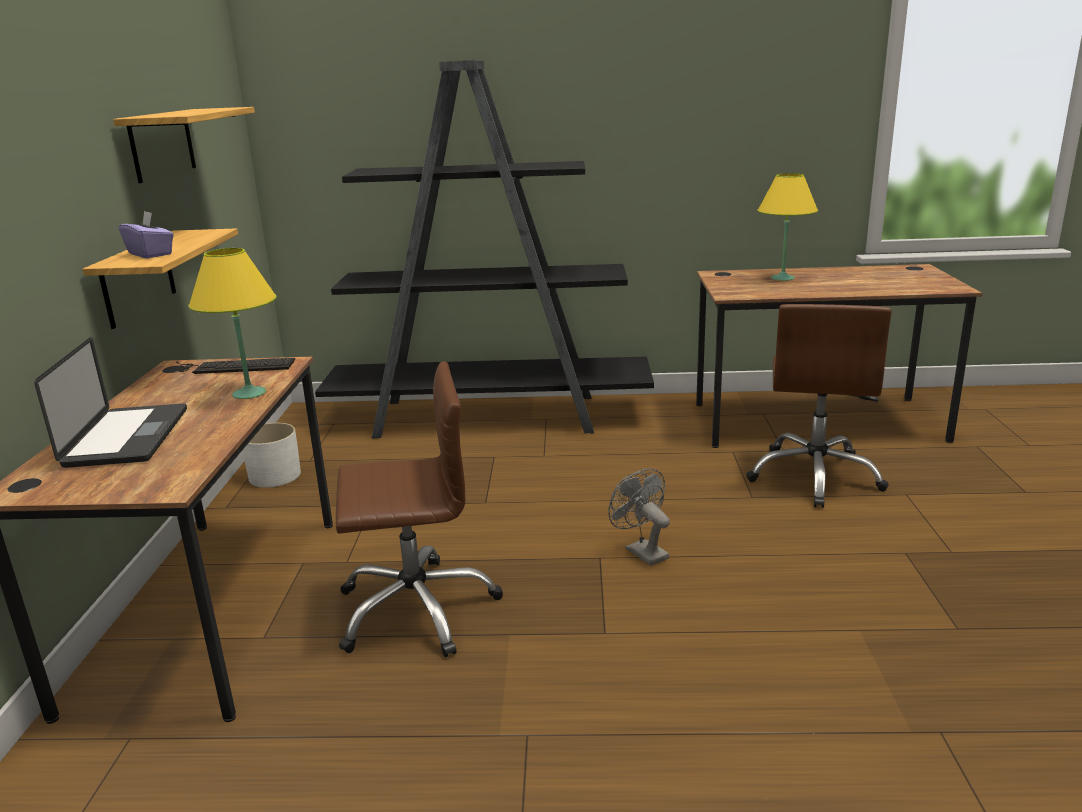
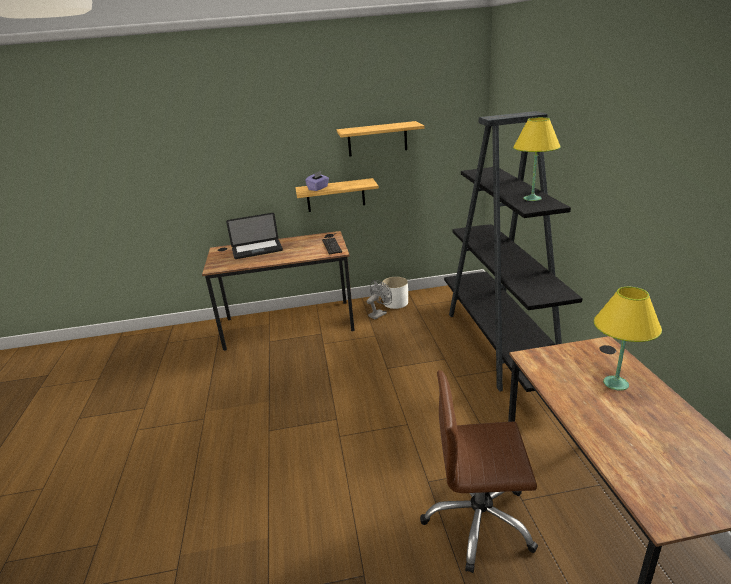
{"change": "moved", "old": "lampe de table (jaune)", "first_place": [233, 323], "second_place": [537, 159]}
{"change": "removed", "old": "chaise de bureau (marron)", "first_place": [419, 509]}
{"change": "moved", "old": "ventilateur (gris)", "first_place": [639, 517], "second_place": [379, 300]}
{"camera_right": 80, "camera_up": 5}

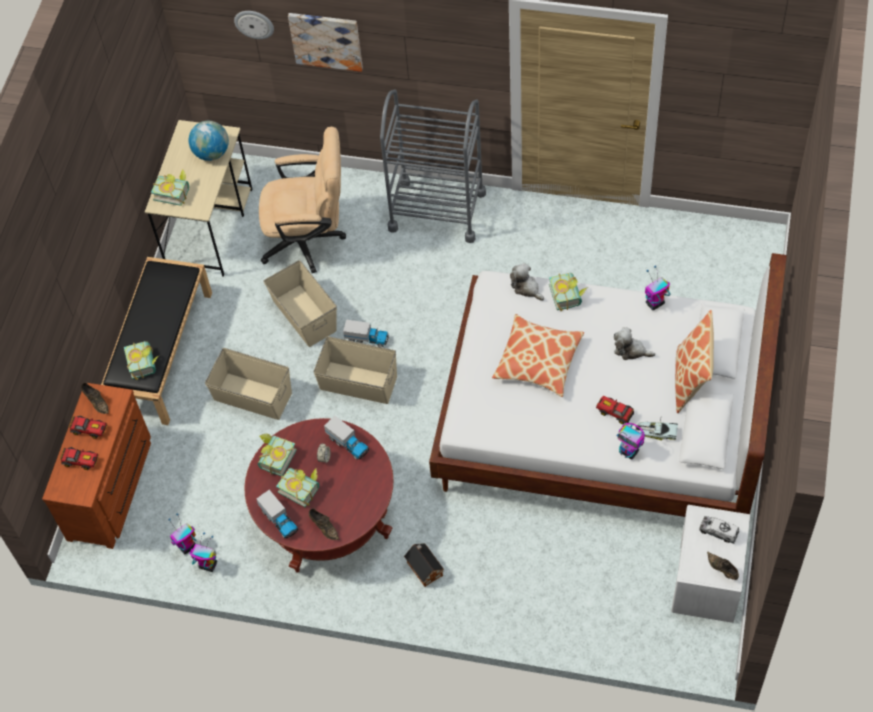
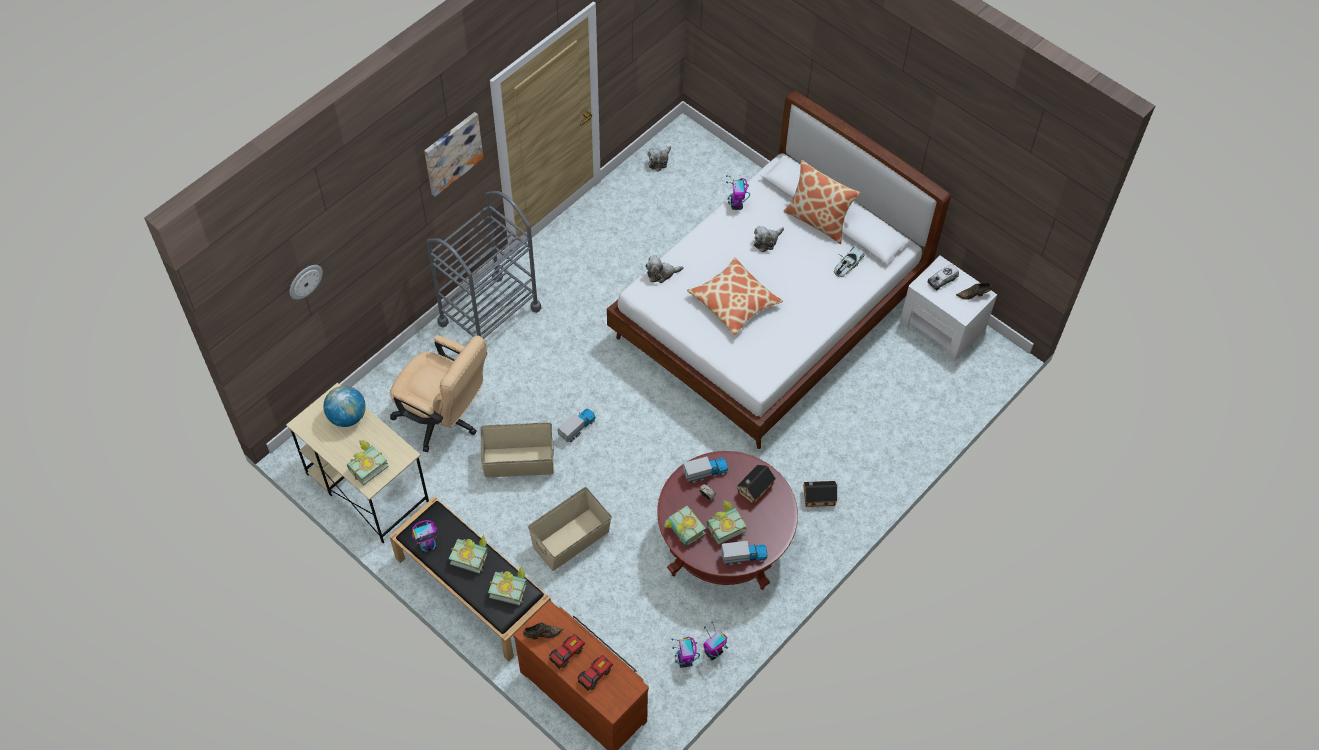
{"change": "moved", "old": "tableau", "first_place": [325, 42], "second_place": [453, 154]}
{"change": "turned", "old": "chaise de bureau (beige)", "first_place": [302, 199], "second_place": [438, 393], "degrees": 90}
{"change": "moved", "old": "livre", "first_place": [568, 292], "second_place": [468, 554]}
{"change": "removed", "old": "boîte de rangement (beige)", "first_place": [355, 370]}
{"change": "removed", "old": "petite voiture", "first_place": [615, 410]}
{"change": "moved", "old": "robot jouet", "first_place": [630, 441], "second_place": [424, 536]}
{"change": "removed", "old": "chaussure (marron)", "first_place": [324, 524]}
{"change": "added", "new": "peluche", "second_place": [659, 159]}
{"change": "added", "new": "maison miniature", "second_place": [756, 485]}
{"camera_right": -65, "camera_up": 0}

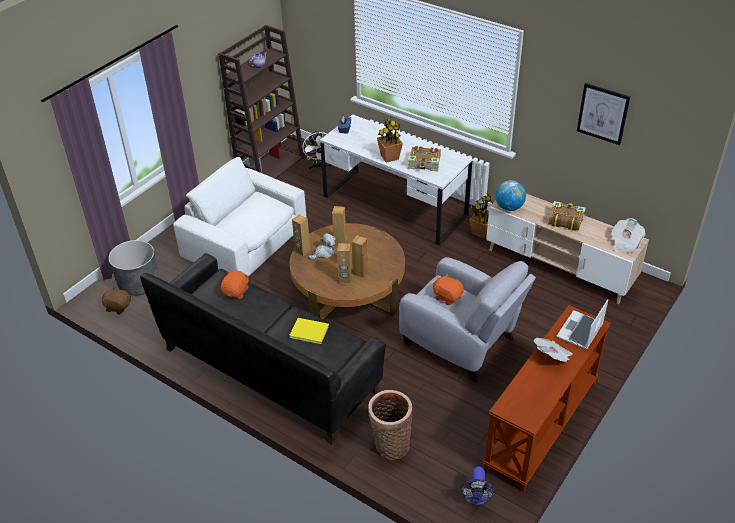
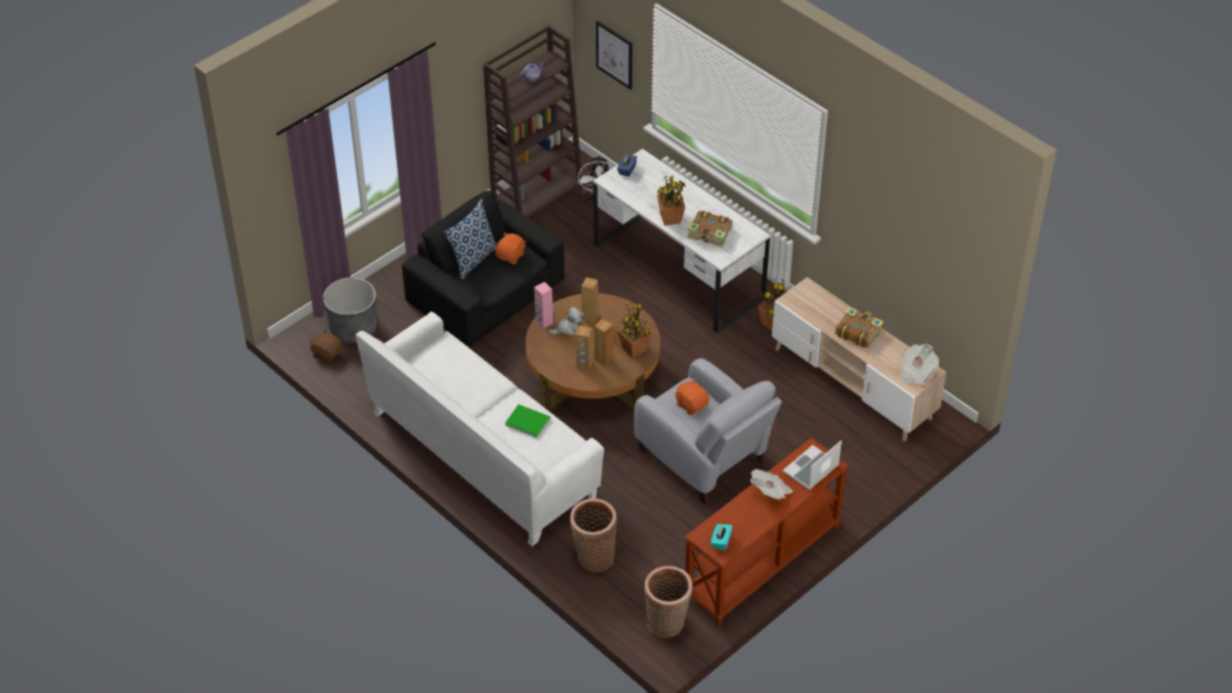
{"change": "moved", "old": "tableau", "first_place": [603, 114], "second_place": [614, 55]}
{"change": "recoloured", "old": "fauteuil (blanc)", "new": "fauteuil (noir)", "first_place": [240, 216], "second_place": [483, 268]}
{"change": "removed", "old": "globe", "first_place": [510, 195]}
{"change": "recoloured", "old": "enceinte (marron)", "new": "enceinte (rose)", "first_place": [301, 235], "second_place": [543, 305]}
{"change": "recoloured", "old": "canapé (noir)", "new": "canapé (blanc)", "first_place": [263, 349], "second_place": [480, 429]}
{"change": "moved", "old": "peluche (orange)", "first_place": [235, 284], "second_place": [510, 248]}
{"change": "recoloured", "old": "livre (jaune)", "new": "livre (vert)", "first_place": [309, 331], "second_place": [527, 421]}
{"change": "replaced", "old": "ventilateur", "new": "panier", "first_place": [477, 485], "second_place": [668, 602]}
{"change": "added", "new": "coussin", "second_place": [470, 239]}
{"change": "added", "new": "plante en pot", "second_place": [634, 330]}
{"change": "added", "new": "boîte à mouchoirs (turquoise)", "second_place": [722, 537]}
{"camera_right": 10, "camera_up": 5}

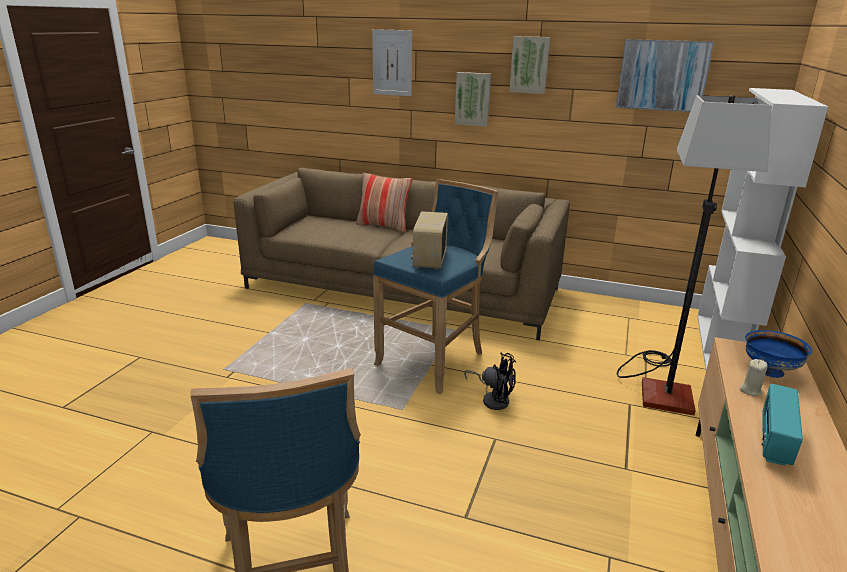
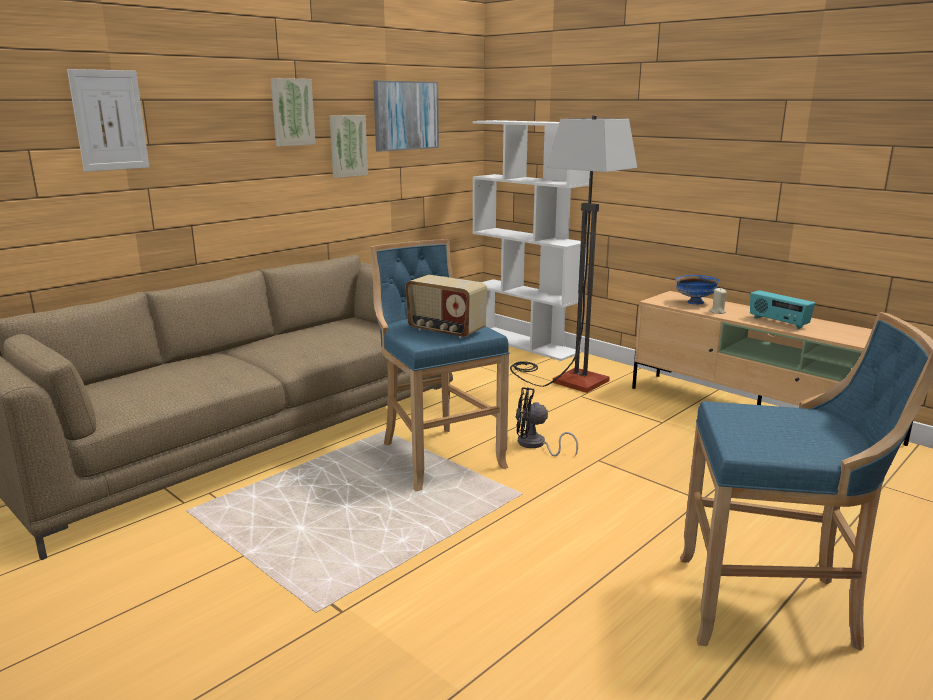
{"change": "moved", "old": "tableau", "first_place": [473, 99], "second_place": [349, 146]}
{"change": "removed", "old": "coussin", "first_place": [384, 202]}
{"change": "turned", "old": "ventilateur (noir)", "first_place": [490, 381], "second_place": [547, 421], "degrees": -135}
{"camera_right": -65, "camera_up": -5}

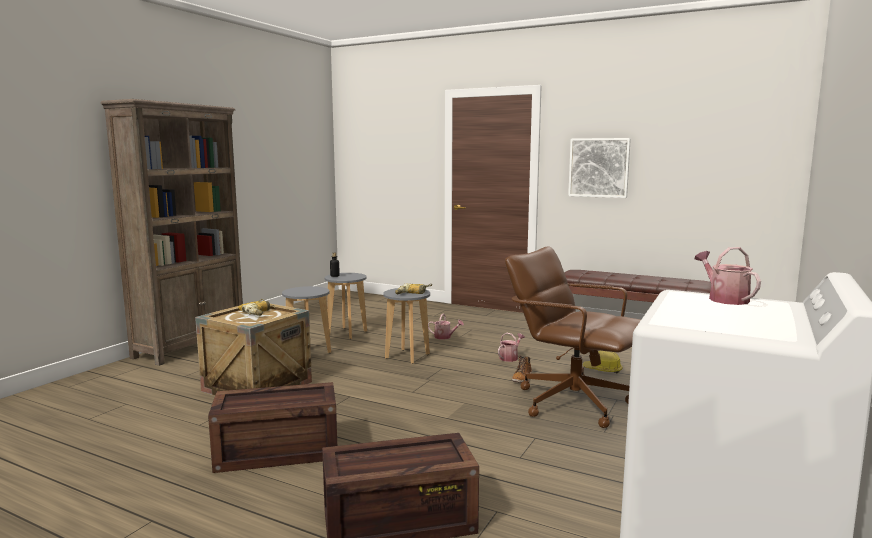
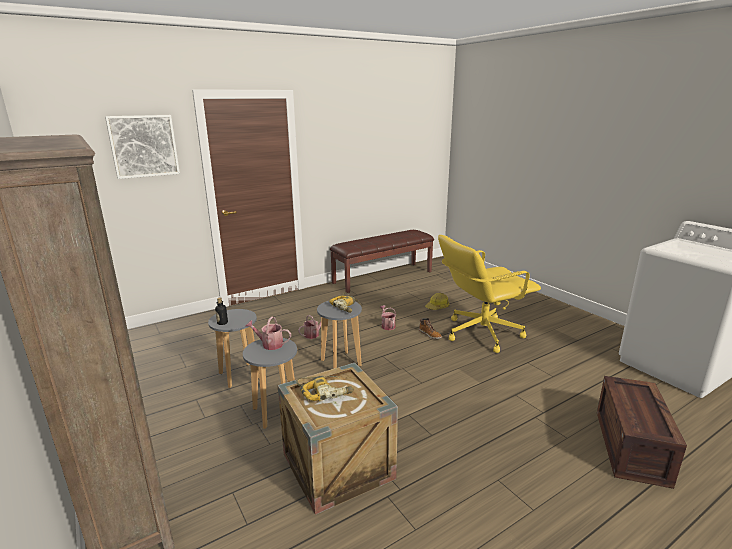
{"change": "moved", "old": "tableau", "first_place": [599, 168], "second_place": [142, 147]}
{"change": "recoloured", "old": "chaise de bureau (marron)", "new": "chaise de bureau (jaune)", "first_place": [573, 337], "second_place": [489, 294]}
{"change": "moved", "old": "arrosoir", "first_place": [727, 276], "second_place": [268, 333]}
{"change": "removed", "old": "caisse", "first_place": [272, 427]}
{"camera_right": -60, "camera_up": 10}

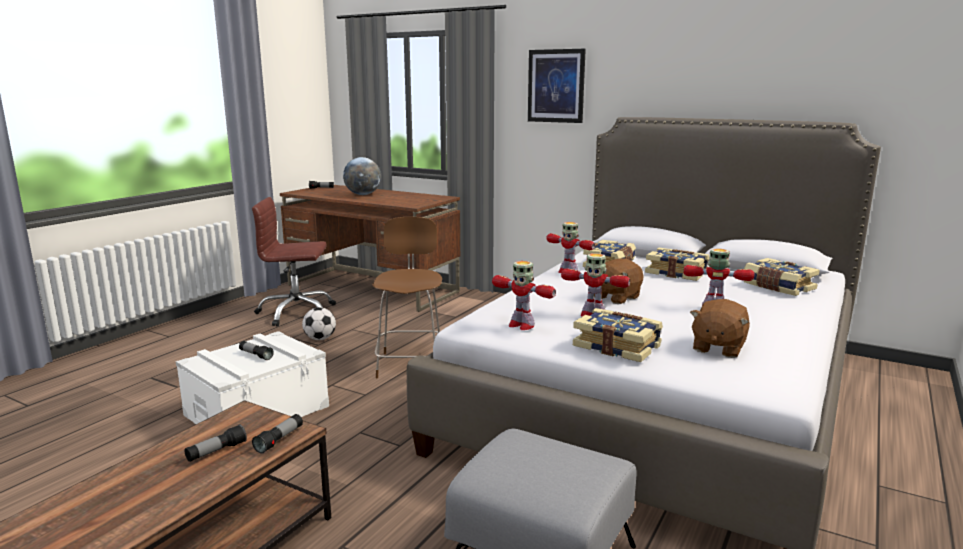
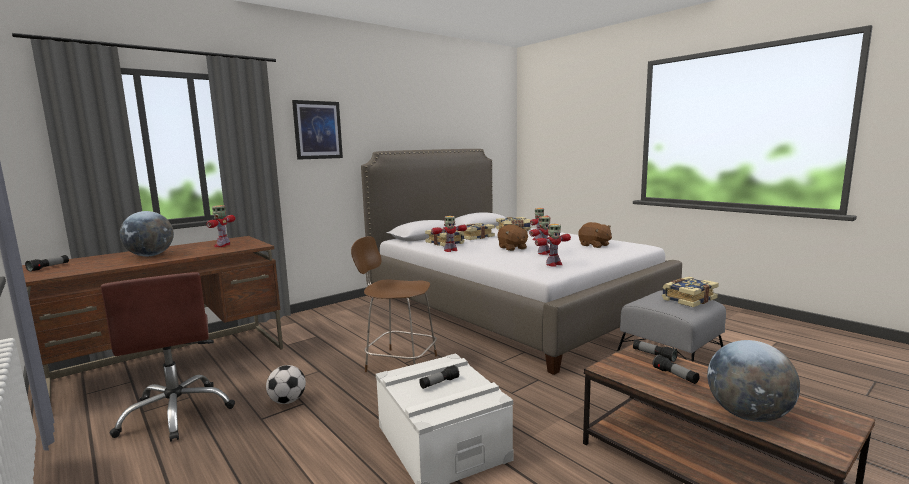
{"change": "turned", "old": "chaise de bureau (marron)", "first_place": [294, 261], "second_place": [168, 357], "degrees": -45}
{"change": "moved", "old": "livre", "first_place": [618, 335], "second_place": [690, 292]}
{"change": "added", "new": "robot jouet", "second_place": [221, 226]}
{"change": "added", "new": "globe", "second_place": [753, 381]}
{"camera_right": -70, "camera_up": -5}

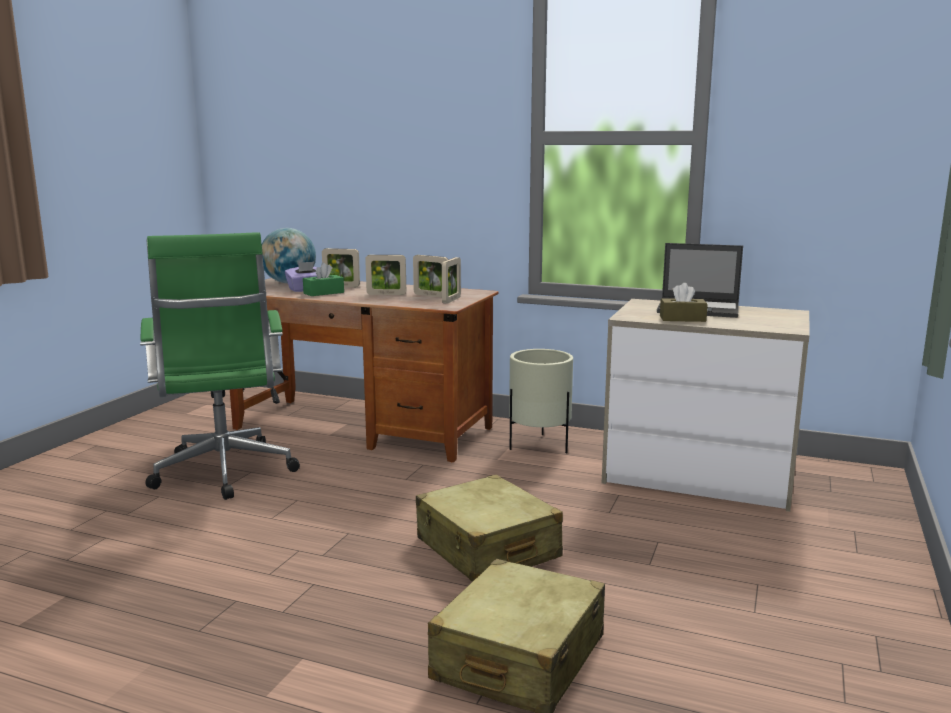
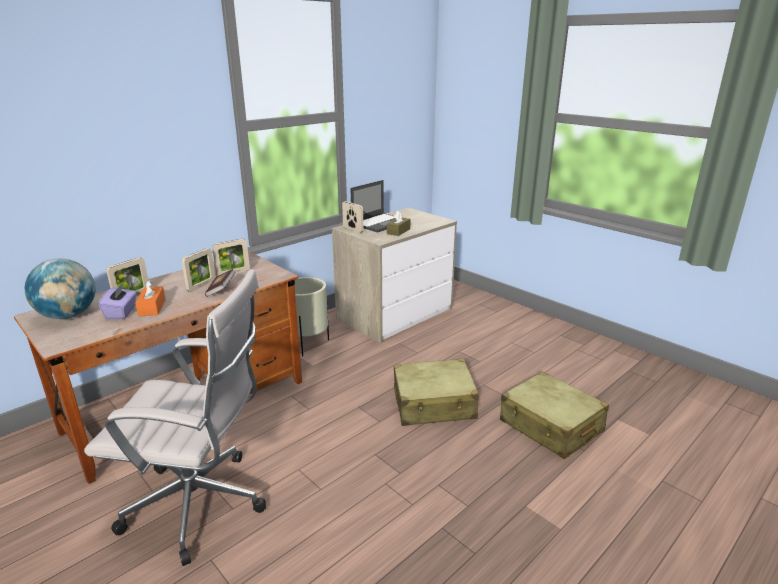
{"change": "recoloured", "old": "chaise de bureau (vert)", "new": "chaise de bureau (blanc)", "first_place": [220, 366], "second_place": [175, 417]}
{"change": "moved", "old": "cadre photo", "first_place": [451, 280], "second_place": [352, 217]}
{"change": "recoloured", "old": "boîte à mouchoirs (vert)", "new": "boîte à mouchoirs (orange)", "first_place": [323, 279], "second_place": [150, 298]}
{"change": "added", "new": "livre", "second_place": [220, 283]}
{"camera_right": -65, "camera_up": 10}

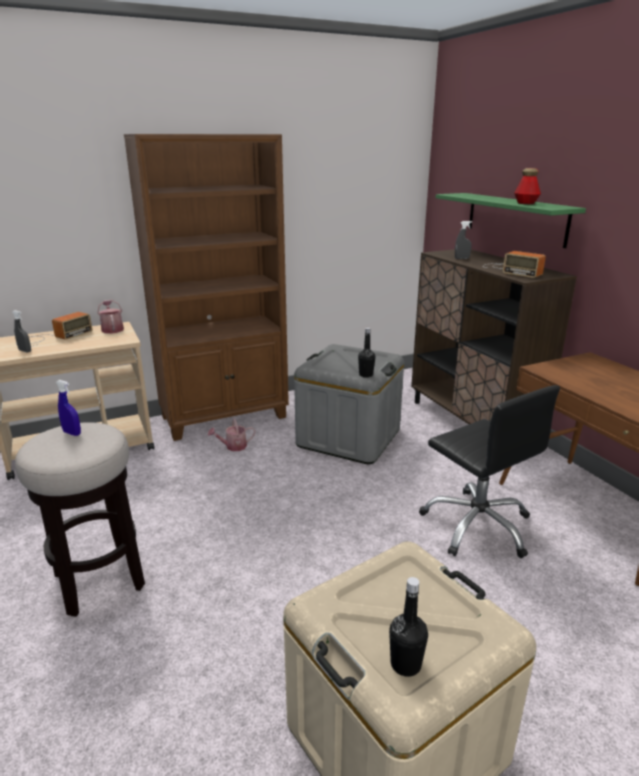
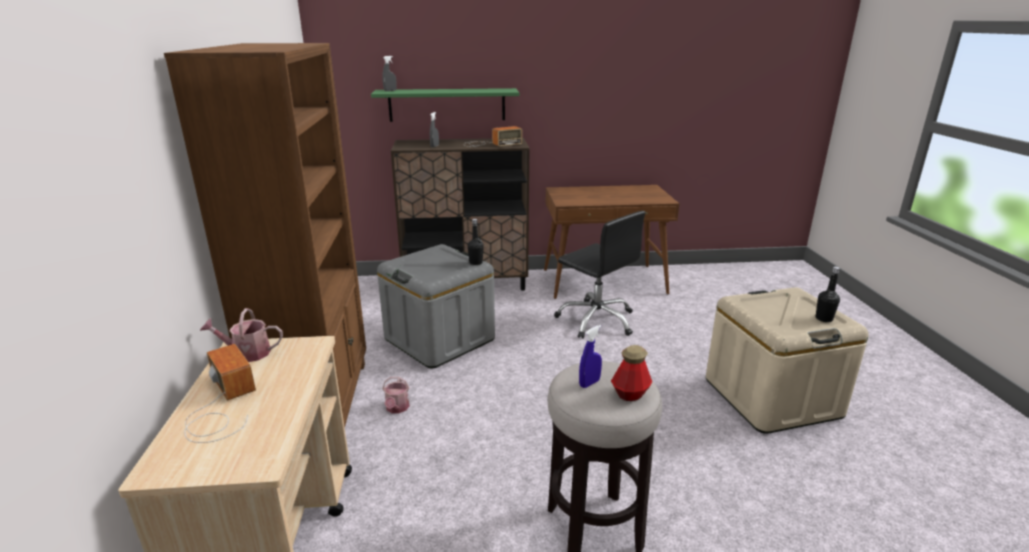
{"change": "moved", "old": "bouteille", "first_place": [527, 186], "second_place": [631, 373]}
{"change": "moved", "old": "vaporisateur (gris)", "first_place": [21, 331], "second_place": [389, 73]}
{"change": "turned", "old": "chaise de bureau (noir)", "first_place": [489, 471], "second_place": [599, 275], "degrees": 60}
{"camera_right": -70, "camera_up": 0}

